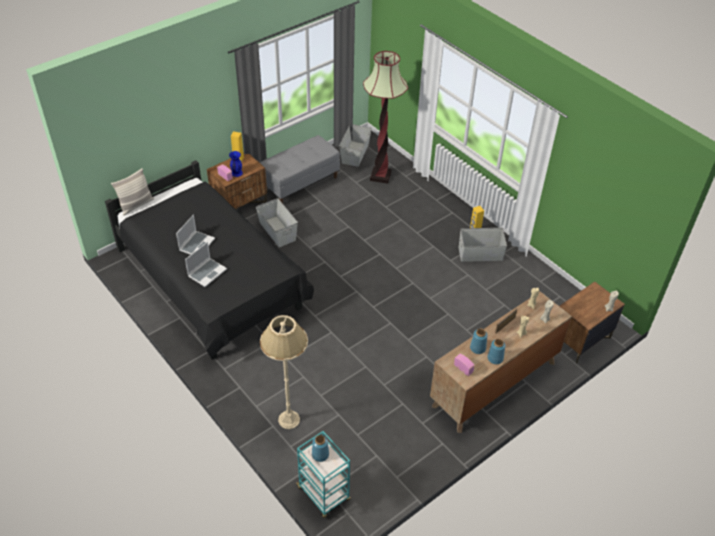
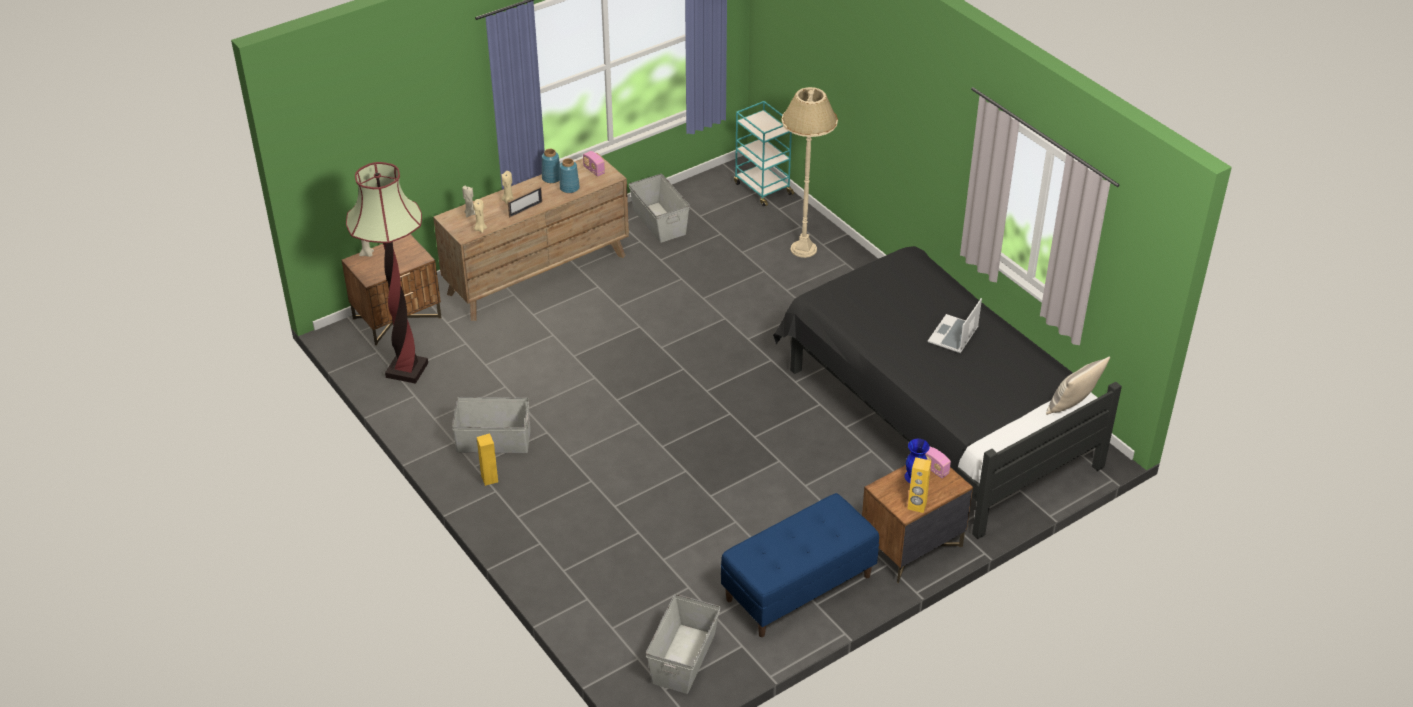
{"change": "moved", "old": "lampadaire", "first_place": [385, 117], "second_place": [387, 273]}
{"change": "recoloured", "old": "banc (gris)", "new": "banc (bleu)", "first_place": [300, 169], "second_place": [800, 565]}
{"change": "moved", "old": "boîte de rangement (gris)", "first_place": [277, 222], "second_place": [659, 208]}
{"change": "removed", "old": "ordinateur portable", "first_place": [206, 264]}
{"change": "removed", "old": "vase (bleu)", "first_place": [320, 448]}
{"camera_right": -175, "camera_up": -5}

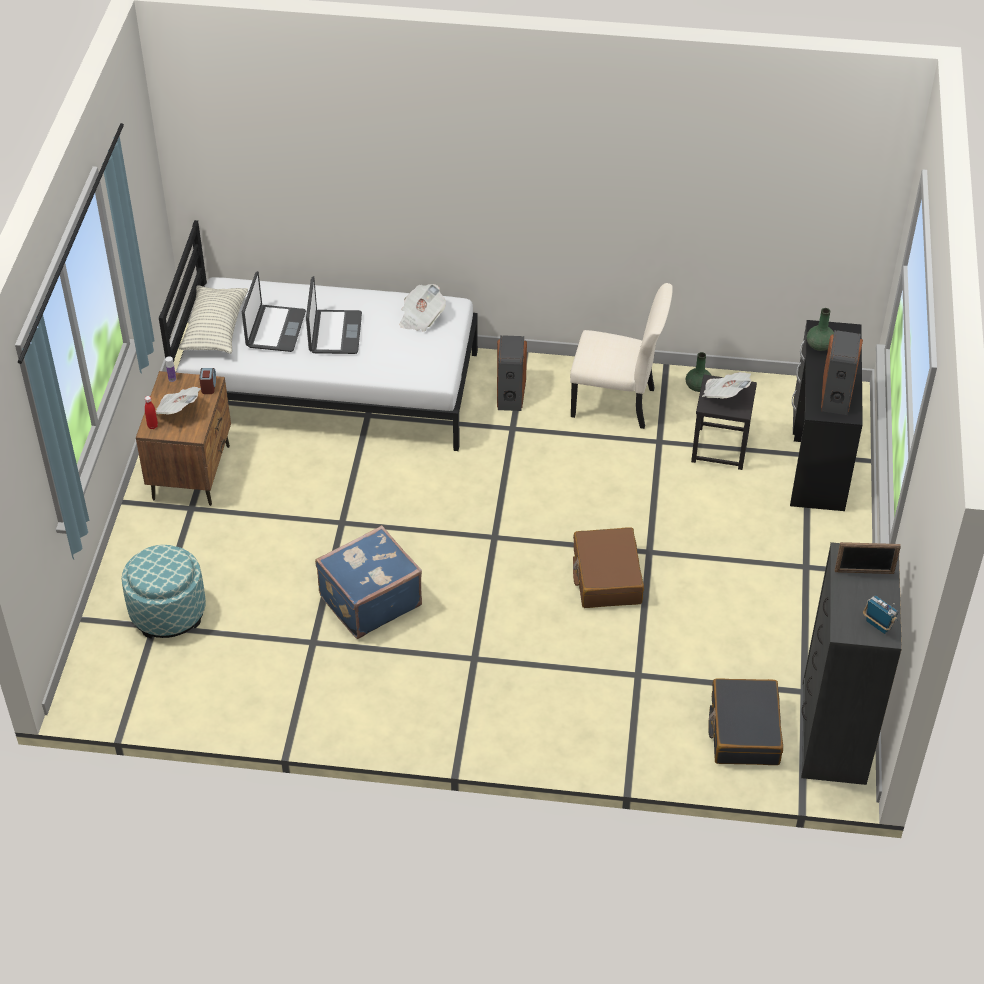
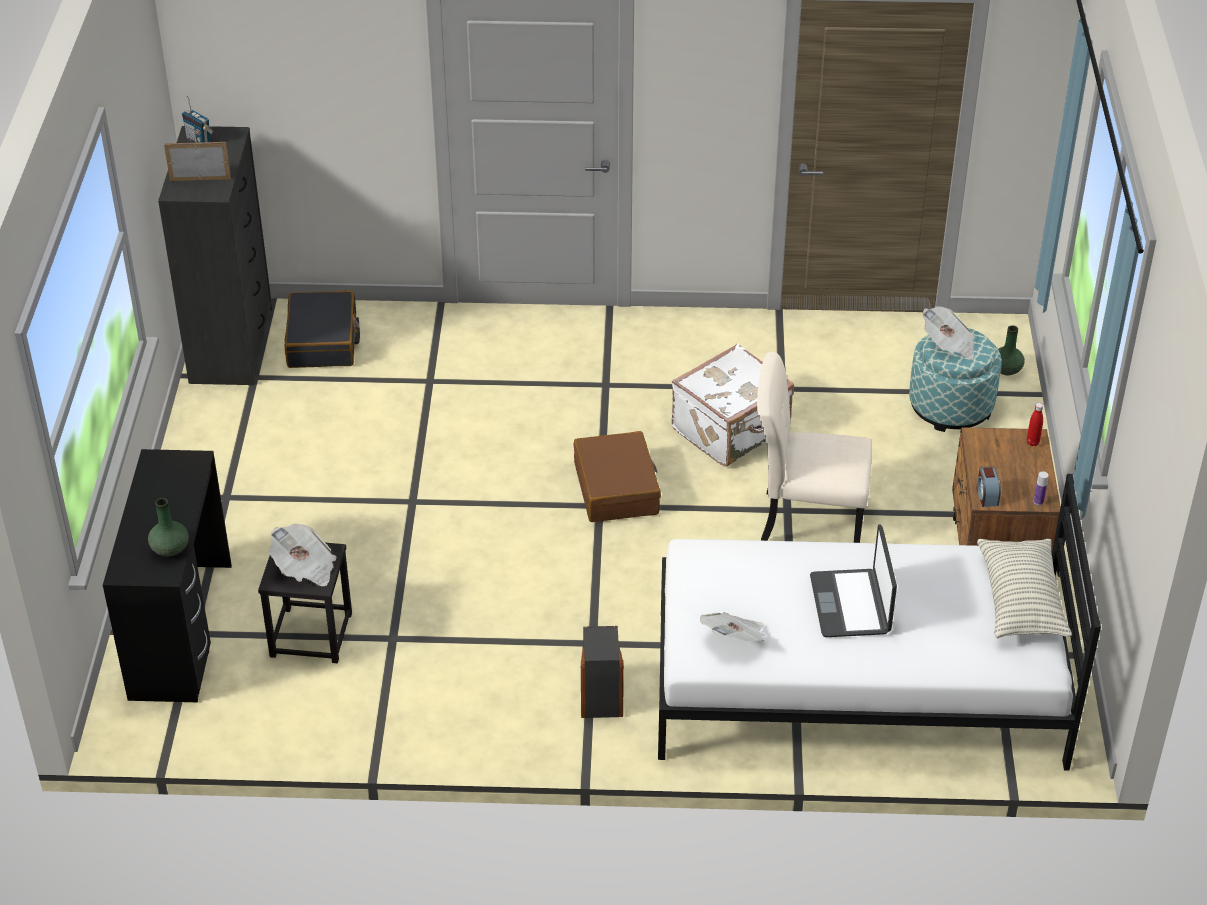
{"change": "removed", "old": "ordinateur portable", "first_place": [274, 311]}
{"change": "moved", "old": "chaise (beige)", "first_place": [621, 356], "second_place": [814, 447]}
{"change": "removed", "old": "enceinte", "first_place": [842, 372]}
{"change": "moved", "old": "vase (vert)", "first_place": [699, 372], "second_place": [1011, 350]}
{"change": "moved", "old": "journal", "first_place": [178, 401], "second_place": [949, 332]}
{"change": "recoloured", "old": "valise (bleu)", "new": "valise (blanc)", "first_place": [368, 582], "second_place": [733, 405]}
{"change": "moved", "old": "valise (marron)", "first_place": [608, 567], "second_place": [617, 476]}
{"camera_right": 175, "camera_up": -5}

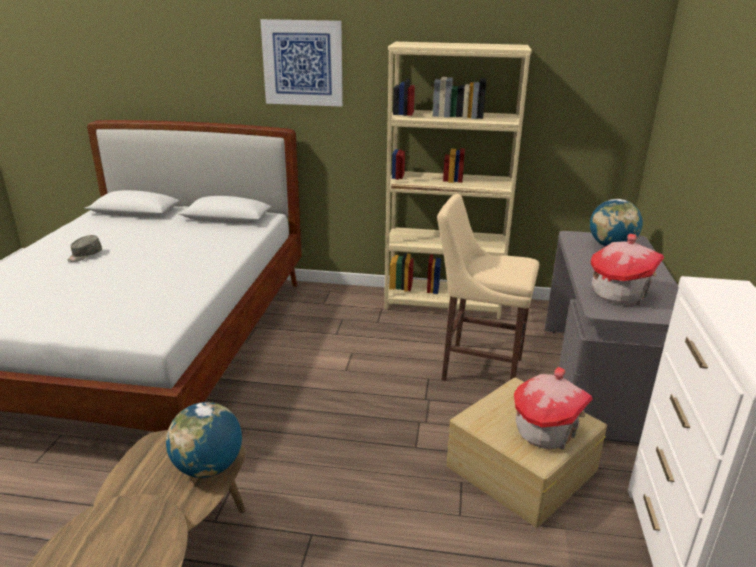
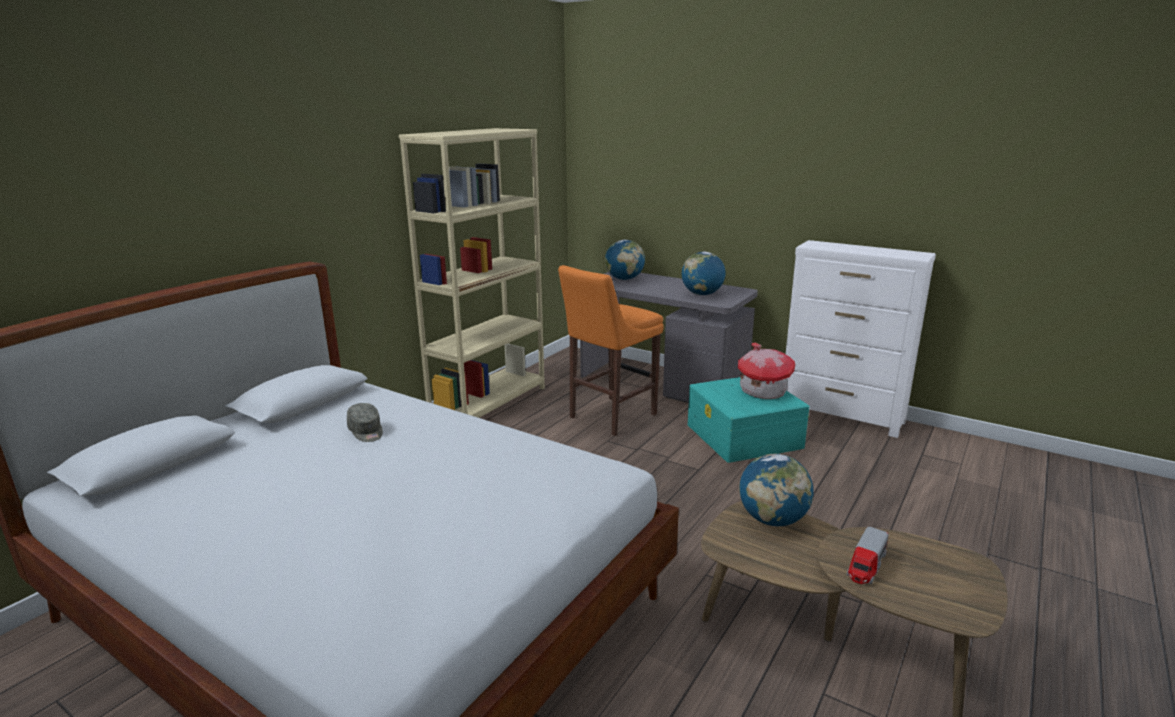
{"change": "removed", "old": "tableau", "first_place": [301, 63]}
{"change": "recoloured", "old": "tabouret (beige)", "new": "tabouret (orange)", "first_place": [488, 287], "second_place": [611, 350]}
{"change": "replaced", "old": "maison miniature", "new": "globe", "first_place": [627, 269], "second_place": [703, 273]}
{"change": "moved", "old": "casquette (gris)", "first_place": [84, 248], "second_place": [365, 422]}
{"change": "recoloured", "old": "boîte de rangement (beige)", "new": "boîte de rangement (turquoise)", "first_place": [527, 452], "second_place": [749, 420]}
{"change": "added", "new": "camion jouet", "second_place": [868, 555]}
{"camera_right": -65, "camera_up": -5}

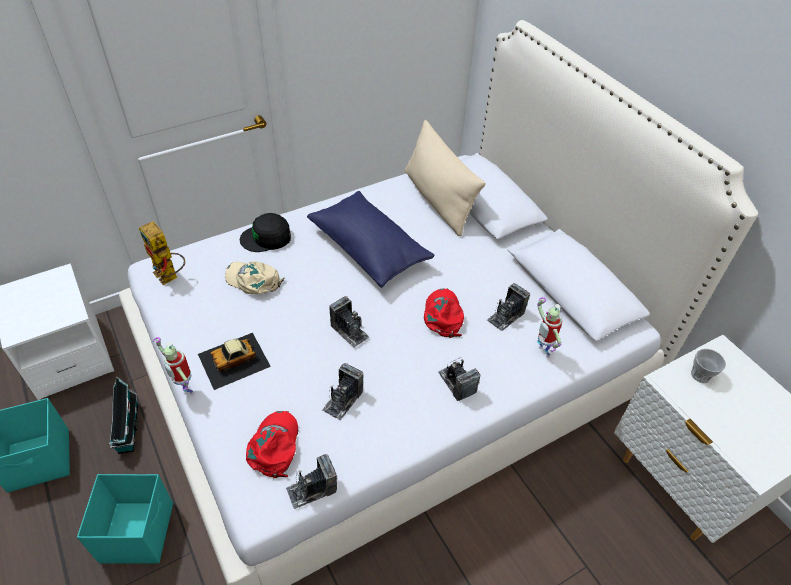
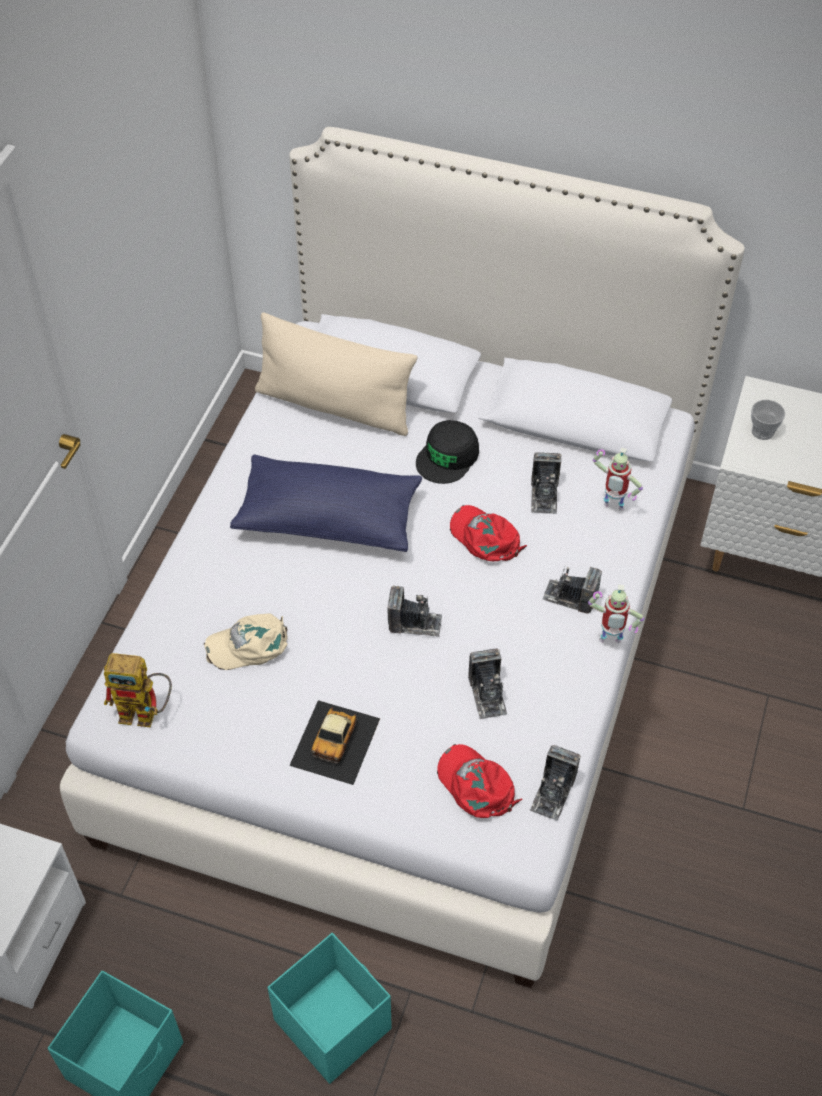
{"change": "moved", "old": "casquette (noir)", "first_place": [265, 232], "second_place": [447, 452]}
{"change": "moved", "old": "robot jouet", "first_place": [173, 366], "second_place": [616, 614]}
{"change": "removed", "old": "maison miniature", "first_place": [124, 415]}
{"camera_right": -40, "camera_up": 5}

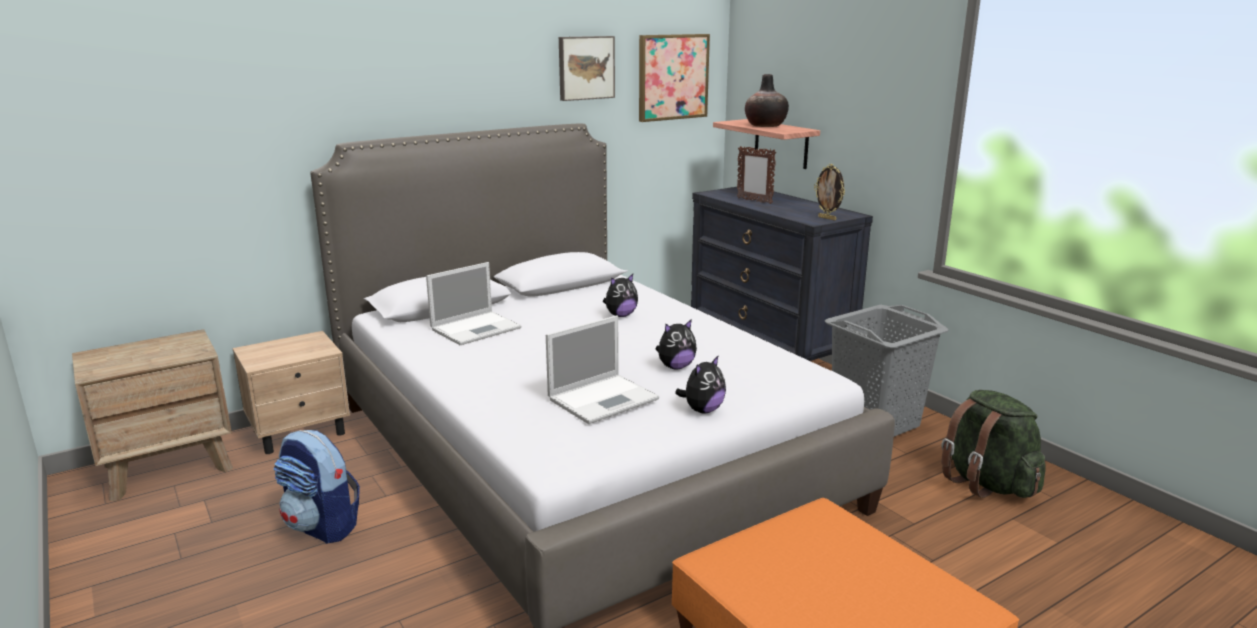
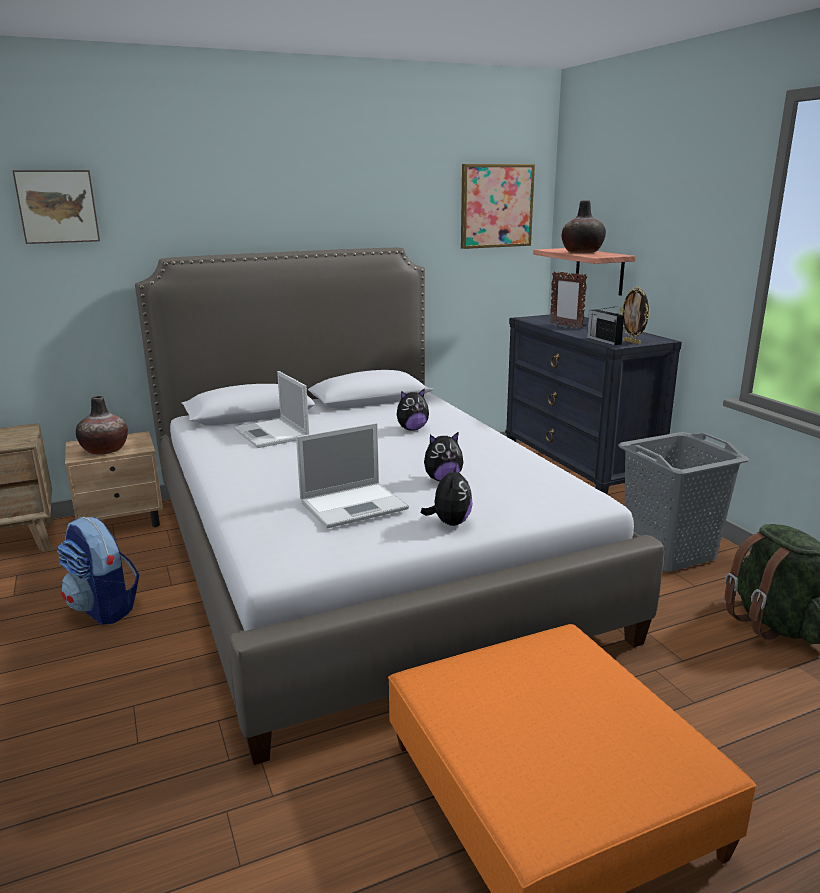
{"change": "moved", "old": "tableau", "first_place": [587, 68], "second_place": [56, 207]}
{"change": "turned", "old": "ordinateur portable", "first_place": [473, 303], "second_place": [271, 409], "degrees": 90}
{"change": "turned", "old": "peluche", "first_place": [700, 384], "second_place": [447, 495], "degrees": -45}
{"change": "added", "new": "radio", "second_place": [605, 326]}
{"change": "added", "new": "vase", "second_place": [102, 425]}
{"camera_right": 10, "camera_up": 0}

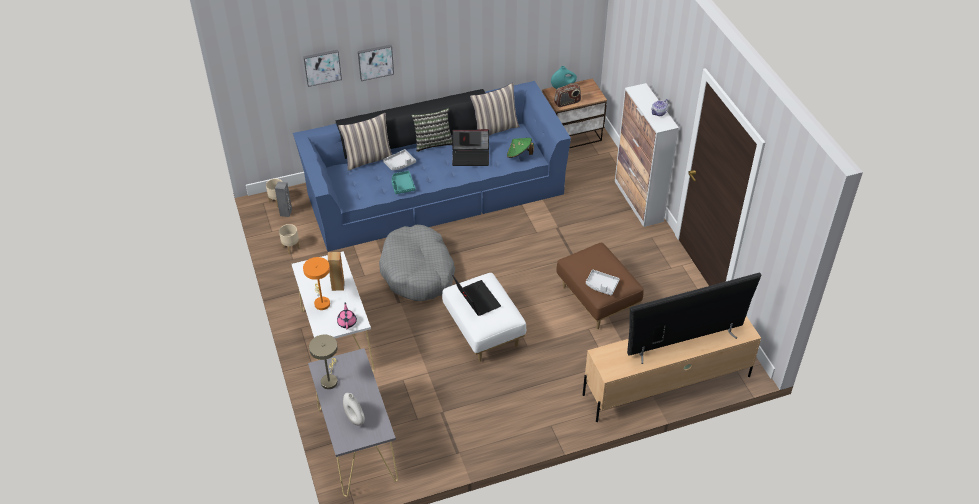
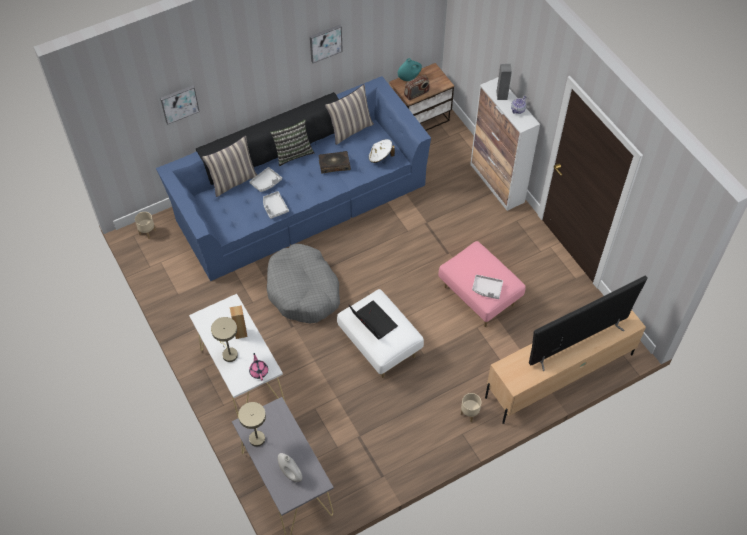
{"change": "moved", "old": "tableau", "first_place": [376, 63], "second_place": [326, 44]}
{"change": "replaced", "old": "ordinateur portable", "new": "livre", "first_place": [470, 147], "second_place": [334, 162]}
{"change": "recoloured", "old": "chapeau (vert)", "new": "chapeau (blanc)", "first_place": [520, 148], "second_place": [382, 151]}
{"change": "recoloured", "old": "plateau (turquoise)", "new": "plateau (gris)", "first_place": [404, 182], "second_place": [276, 205]}
{"change": "moved", "old": "enceinte (gris)", "first_place": [283, 199], "second_place": [504, 82]}
{"change": "moved", "old": "cache-pot (beige)", "first_place": [289, 239], "second_place": [470, 407]}
{"change": "recoloured", "old": "pouf (marron)", "new": "pouf (rose)", "first_place": [600, 286], "second_place": [482, 284]}
{"change": "recoloured", "old": "lampe de table (orange)", "new": "lampe de table (beige)", "first_place": [316, 283], "second_place": [224, 339]}
{"camera_right": -10, "camera_up": 10}

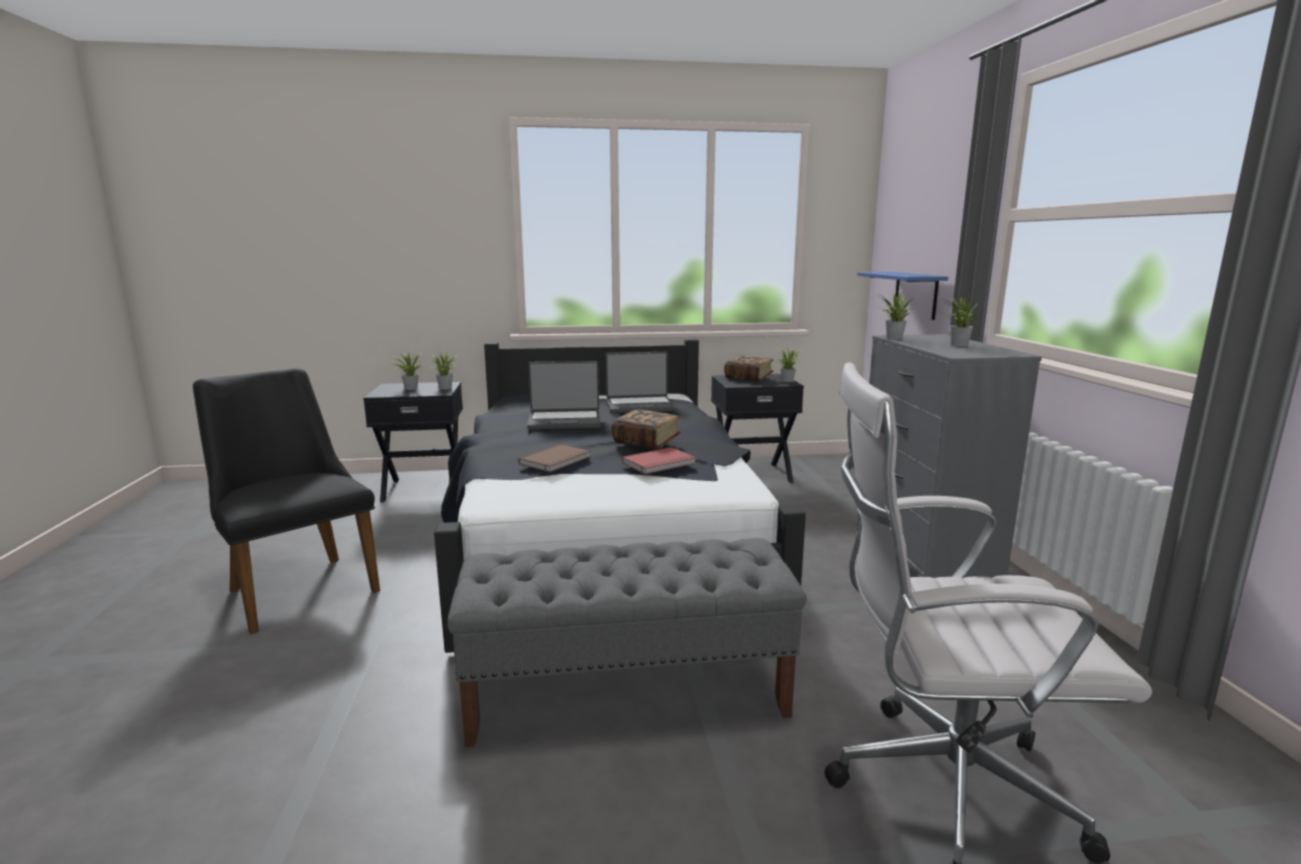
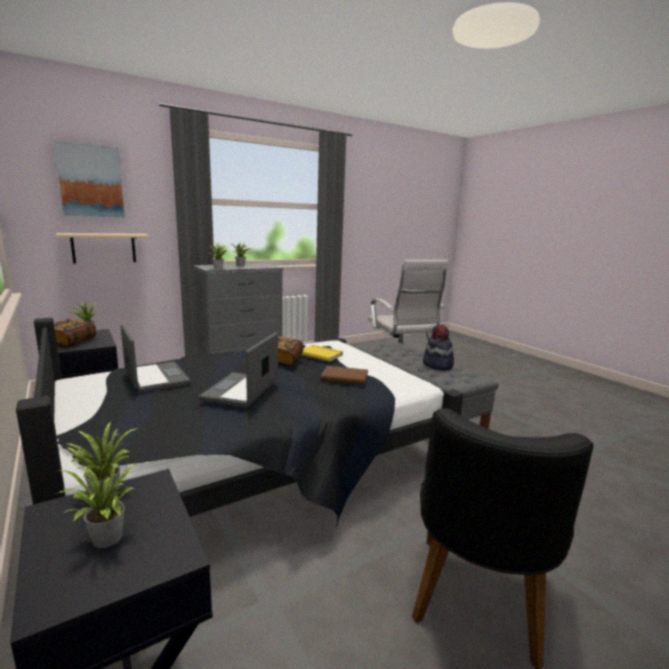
{"change": "recoloured", "old": "étagère (bleu)", "new": "étagère (beige)", "first_place": [902, 296], "second_place": [103, 248]}
{"change": "turned", "old": "ordinateur portable", "first_place": [564, 395], "second_place": [238, 369], "degrees": -135}
{"change": "recoloured", "old": "livre (rouge)", "new": "livre (jaune)", "first_place": [659, 460], "second_place": [322, 353]}
{"change": "added", "new": "tableau", "second_place": [89, 179]}
{"change": "added", "new": "chapeau", "second_place": [438, 347]}
{"camera_right": -115, "camera_up": 0}

